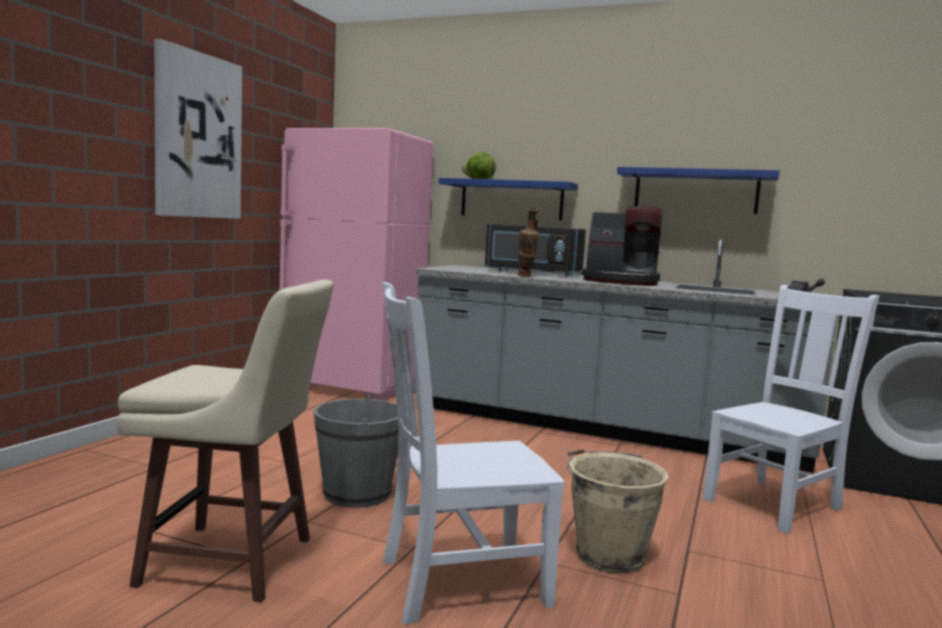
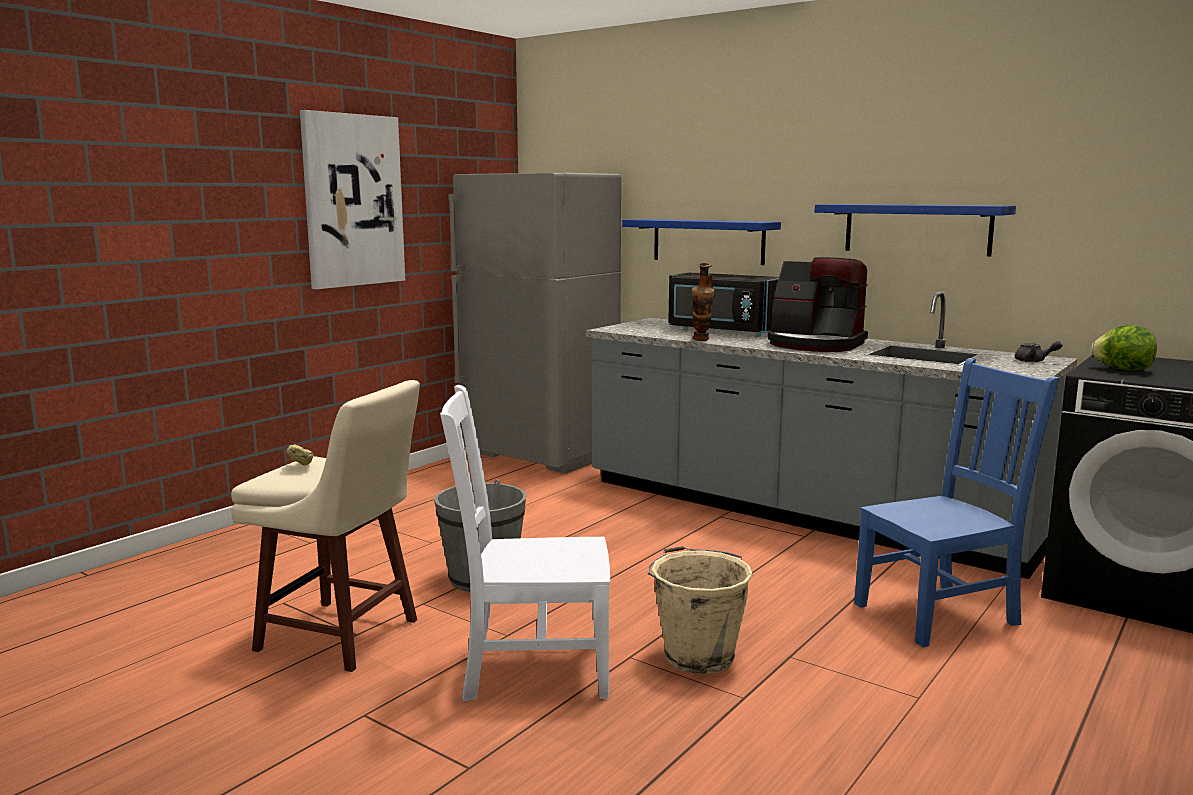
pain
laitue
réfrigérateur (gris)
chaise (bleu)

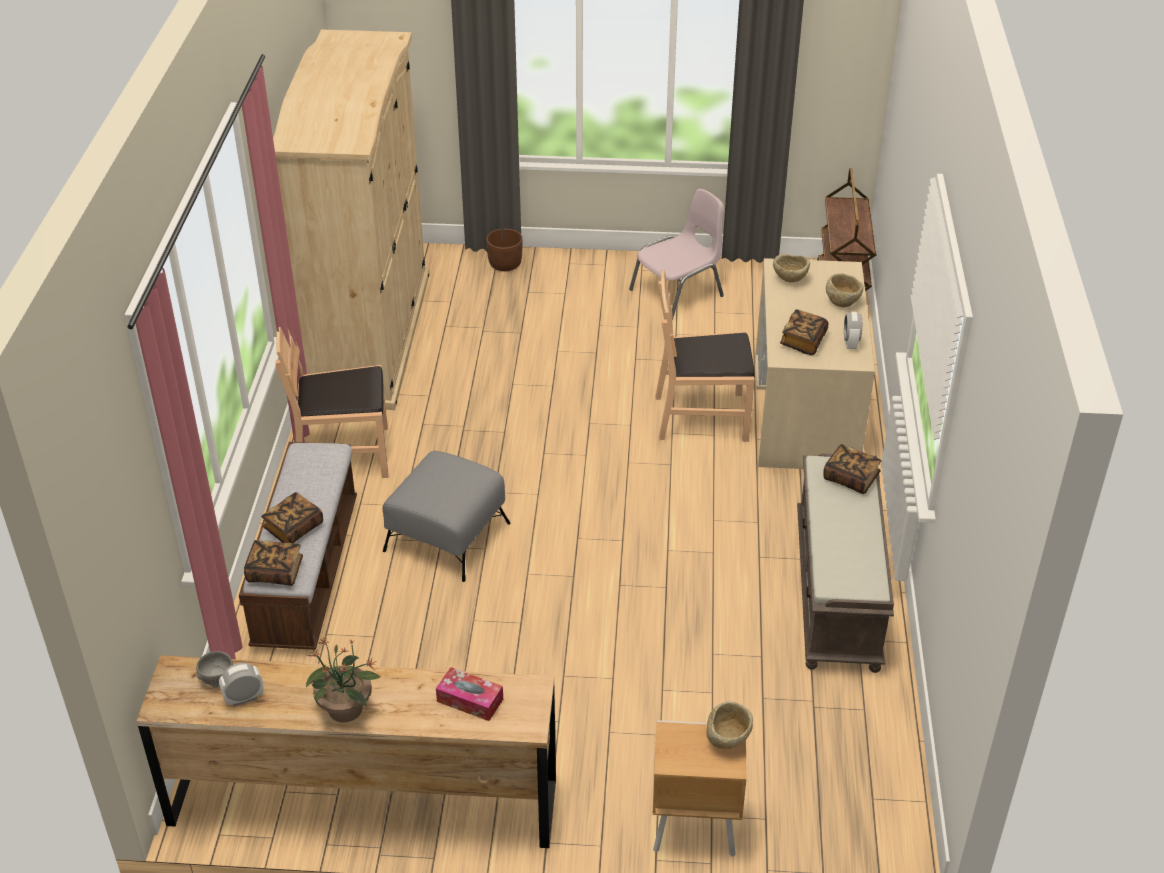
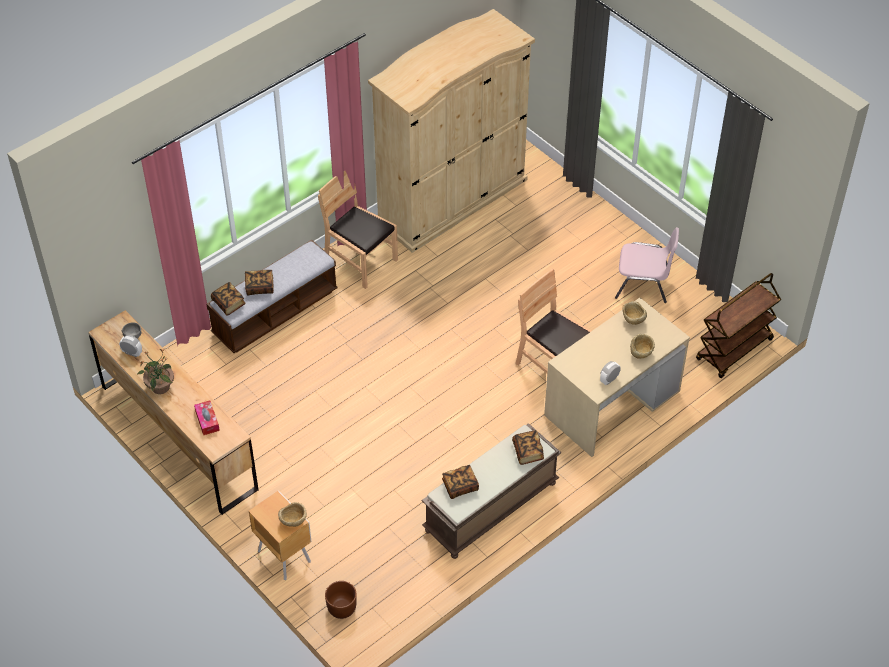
pouf (gris)
cache-pot (marron)
livre (no. 3 from left)

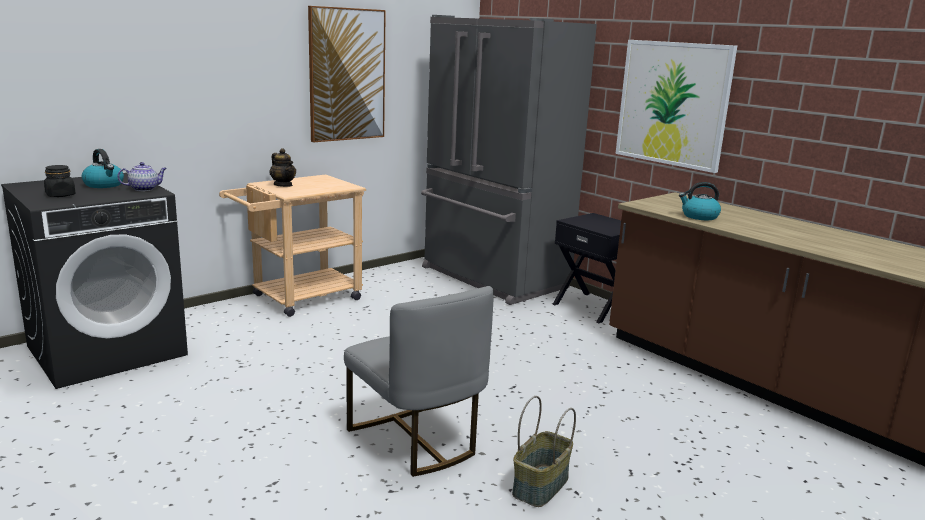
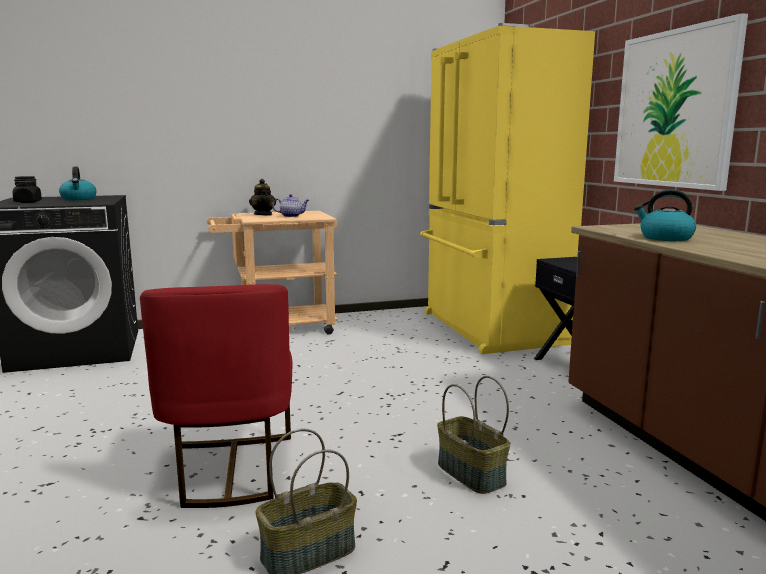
tableau (no. 1 from left in the first image)
panier (no. 2 from left)
théière (no. 2 from left)
chaise (rouge)
réfrigérateur (jaune)

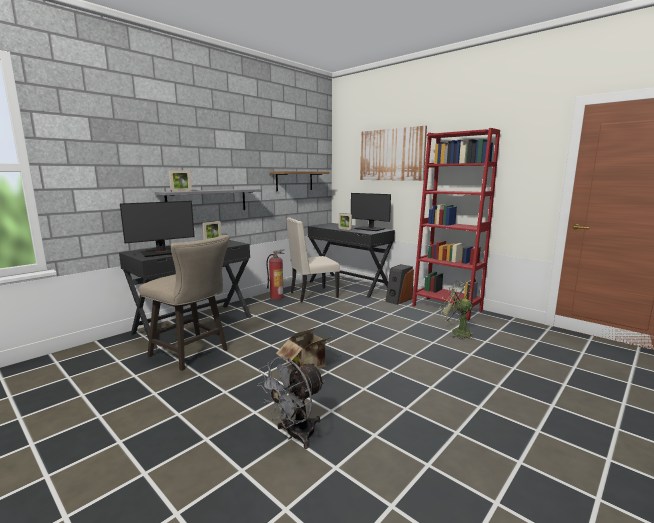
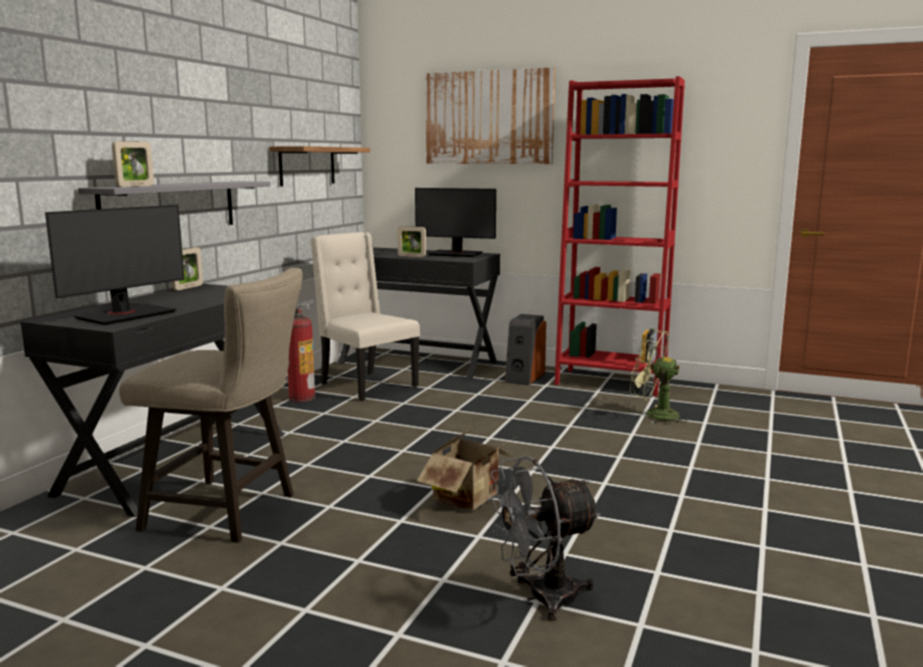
ventilateur (gris)
chaise (beige)

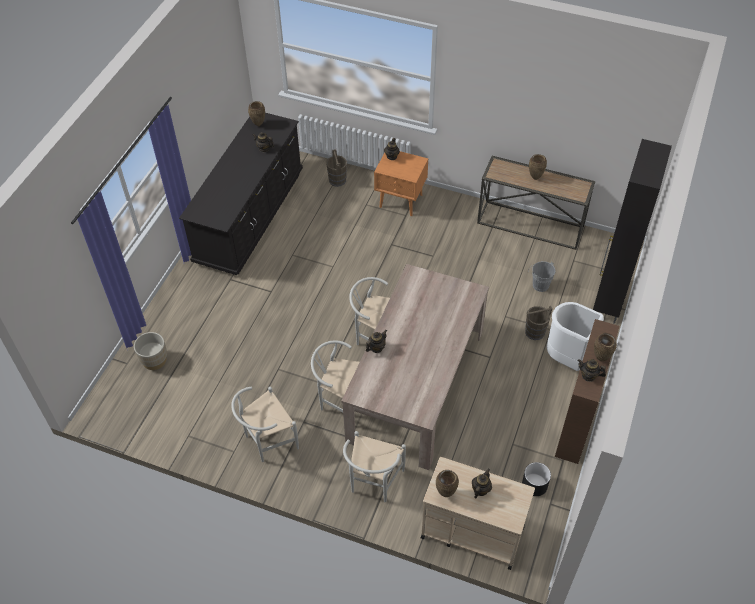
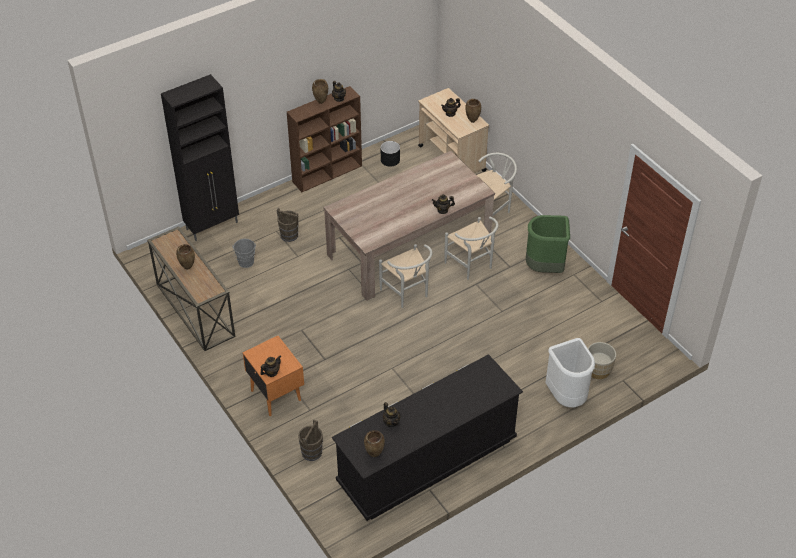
poubelle (blanc)
poubelle (vert)

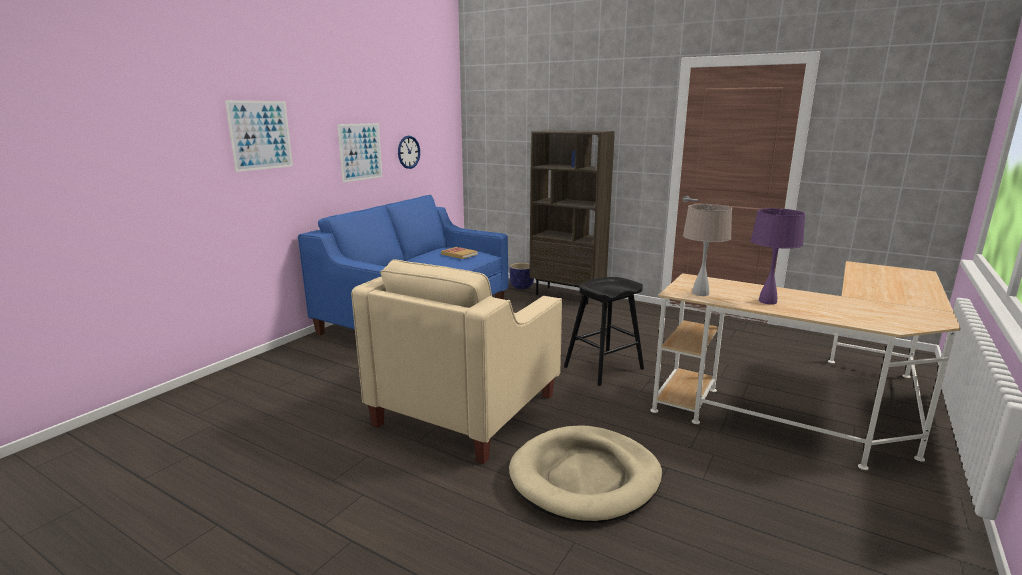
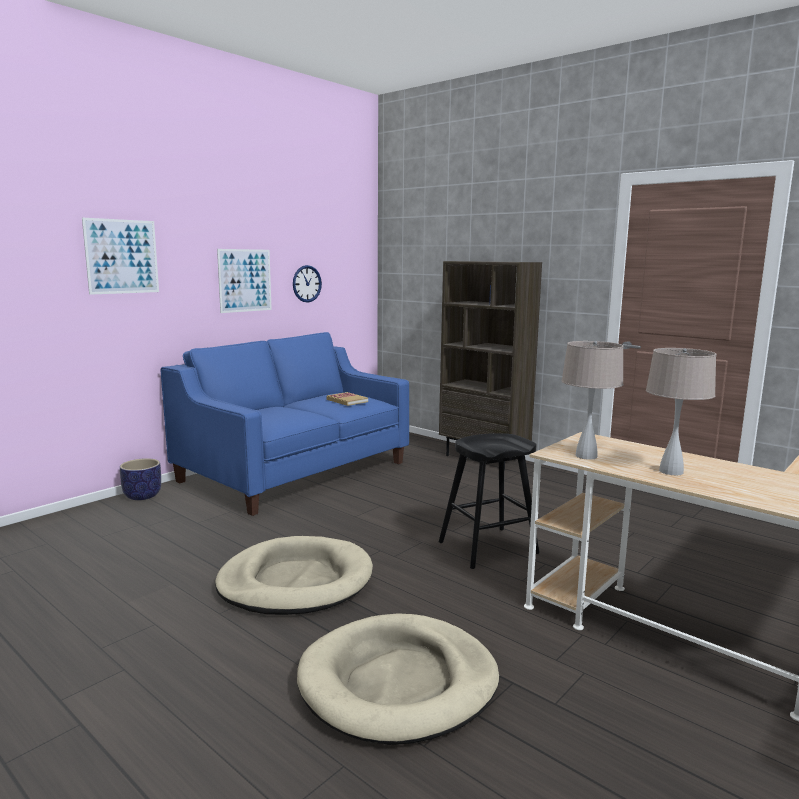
cache-pot
panier pour chien (beige) (no. 1 from left)
lampe de table (beige) (no. 2 from left)

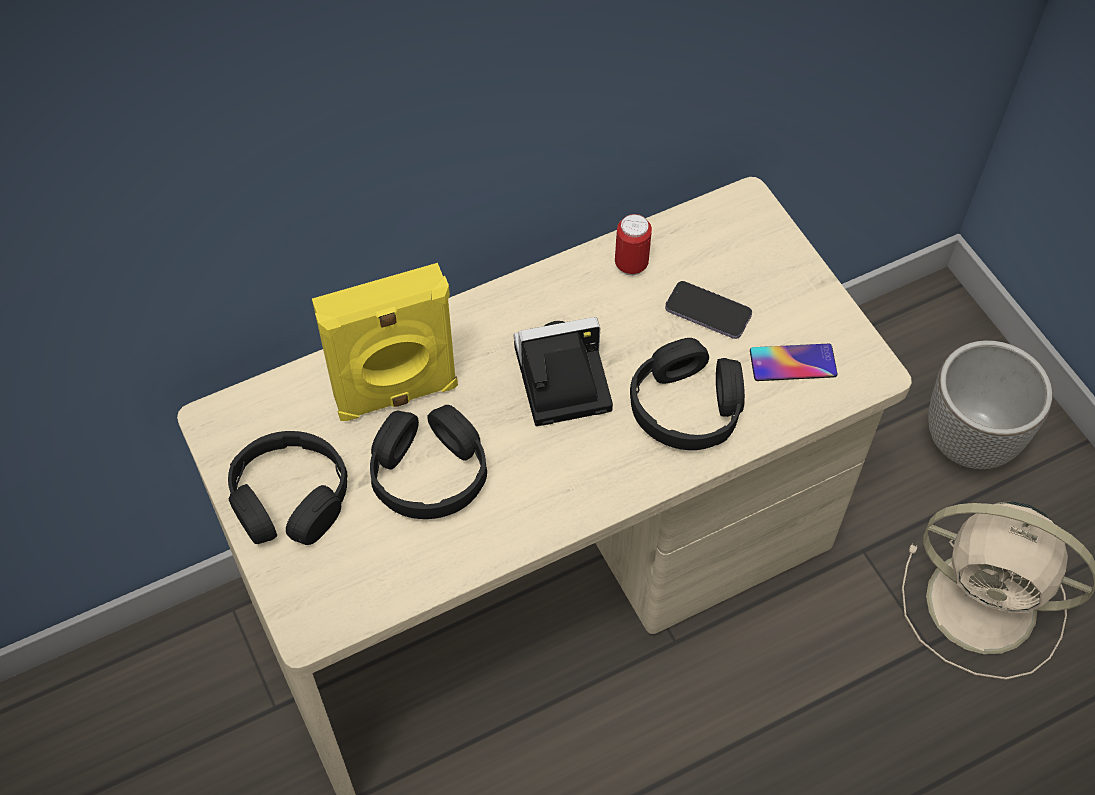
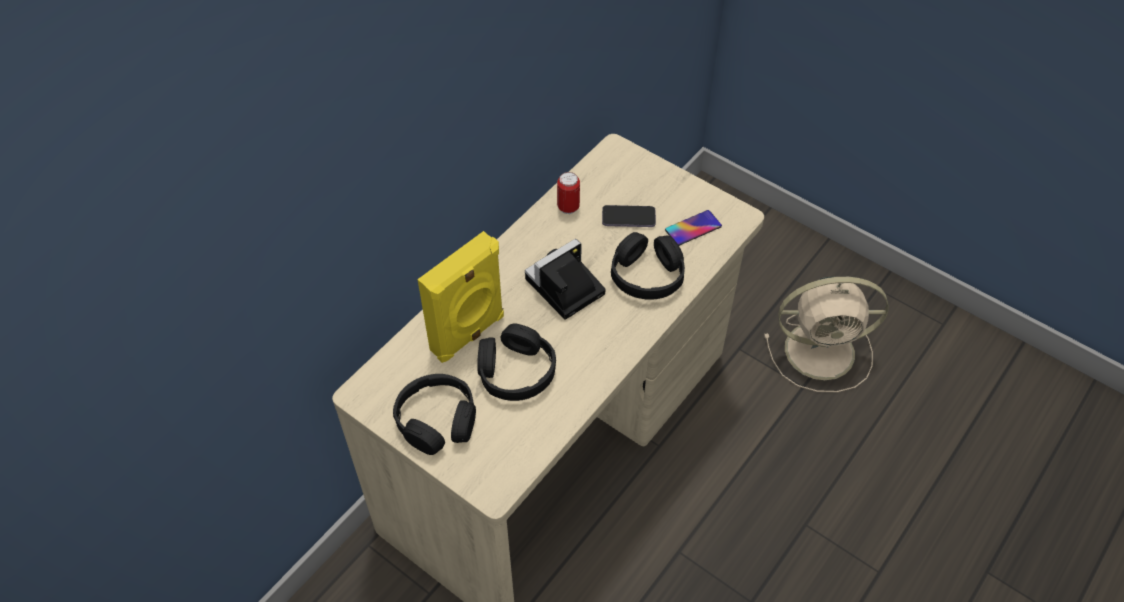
cache-pot

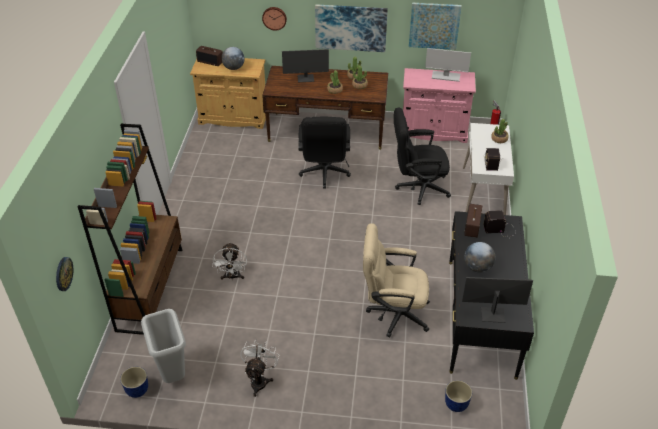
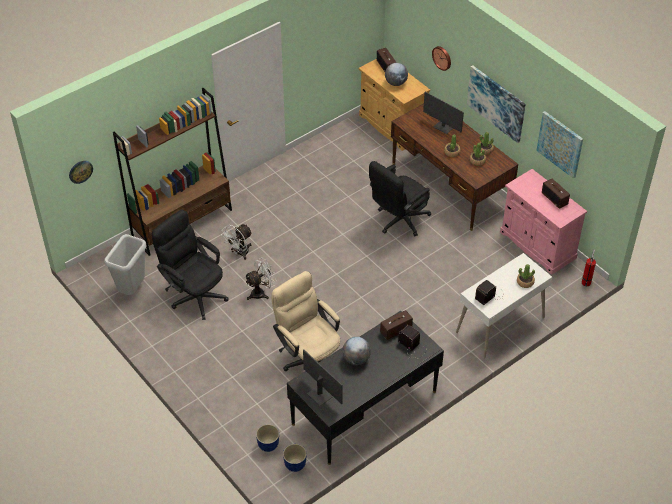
cache-pot (no. 2 from left)
ventilateur (blanc) (no. 2 from left)
chaise de bureau (noir) (no. 1 from left)
radio (no. 5 from left)

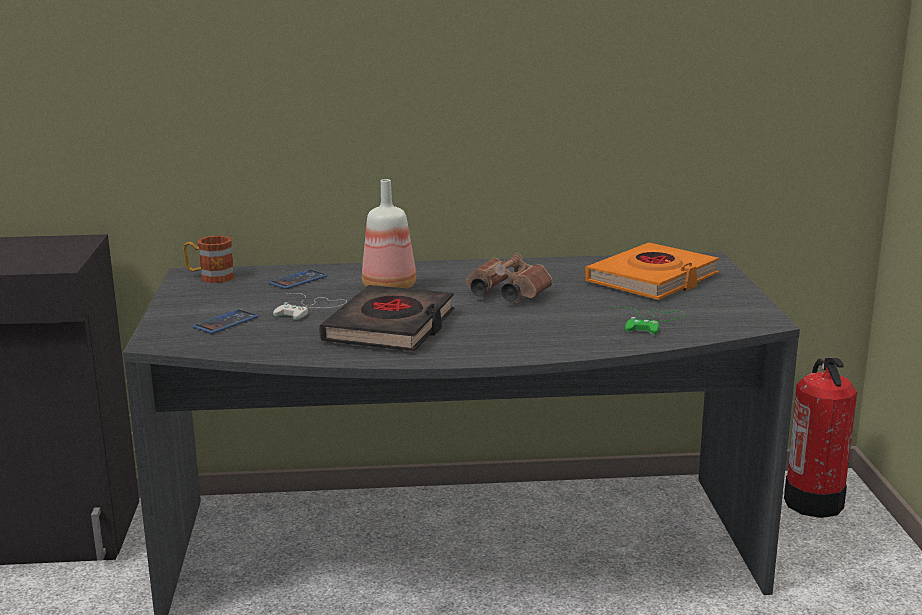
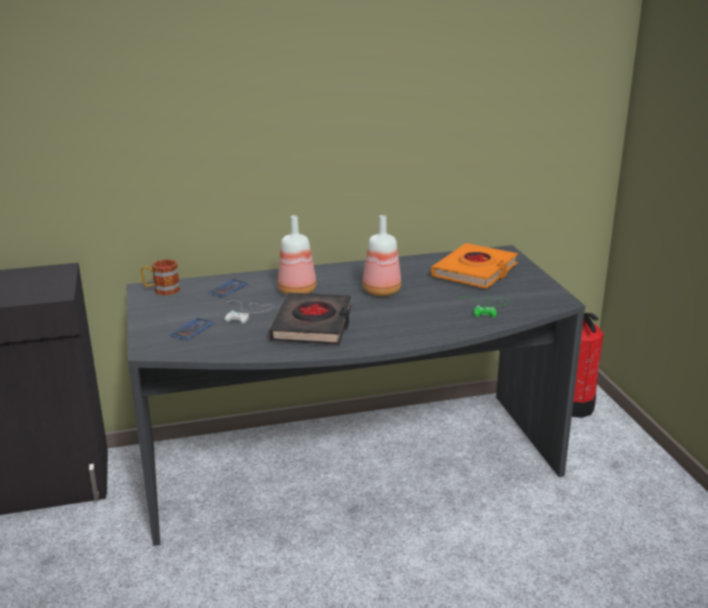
bouteille (no. 2 from left)

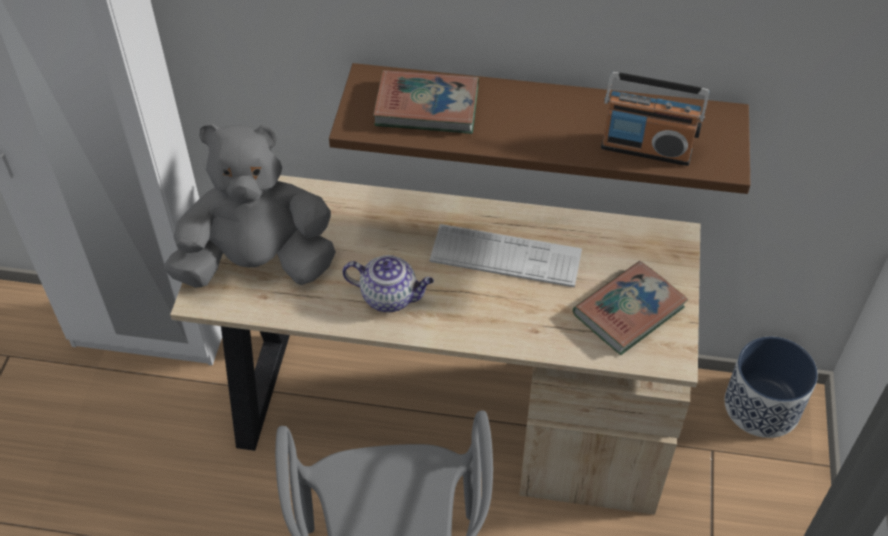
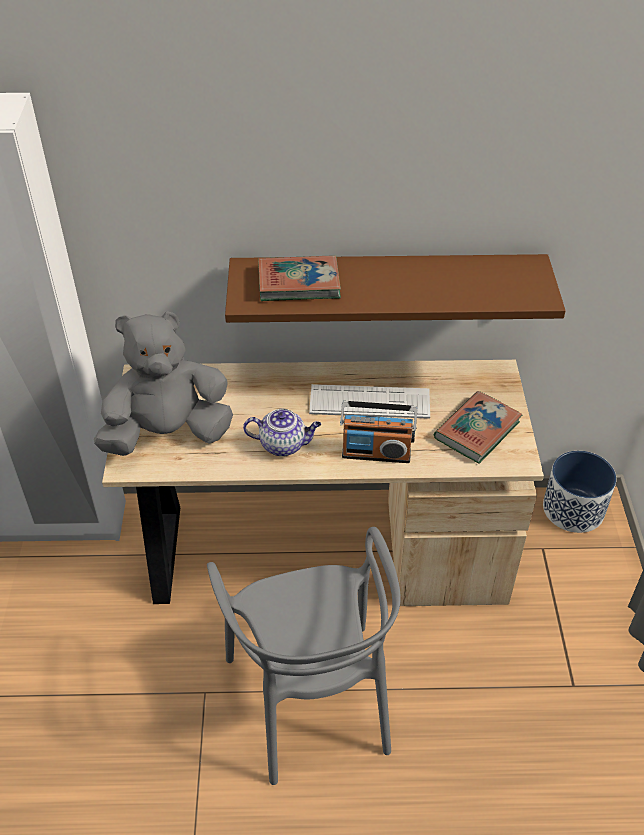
radio

